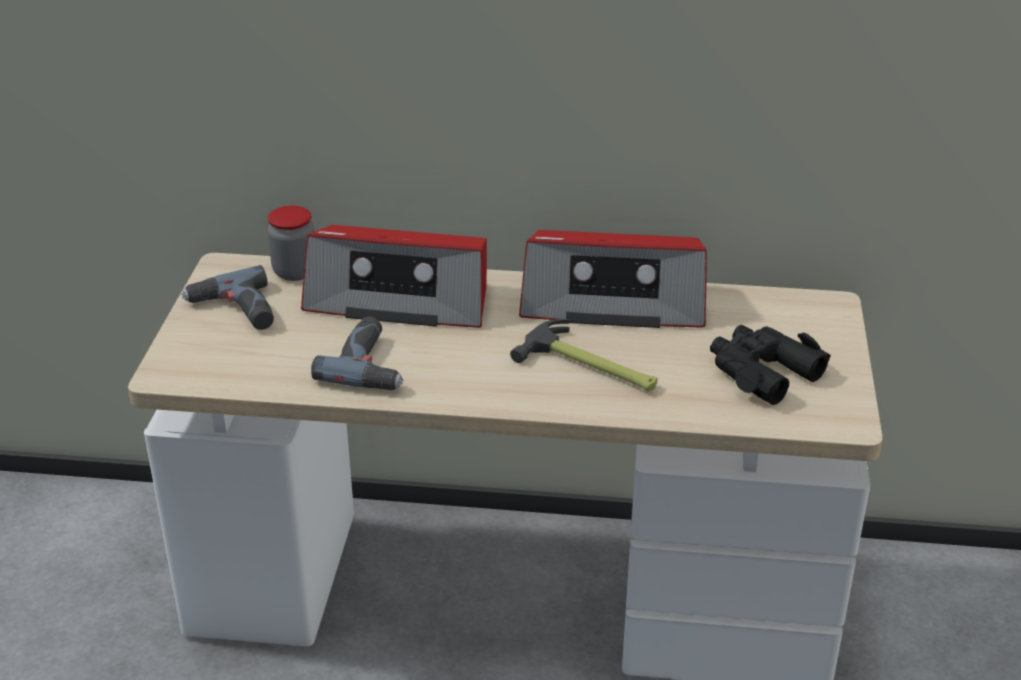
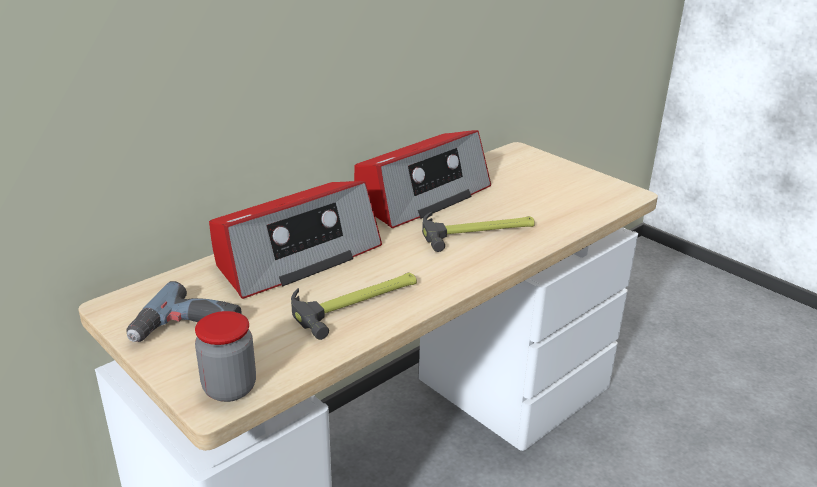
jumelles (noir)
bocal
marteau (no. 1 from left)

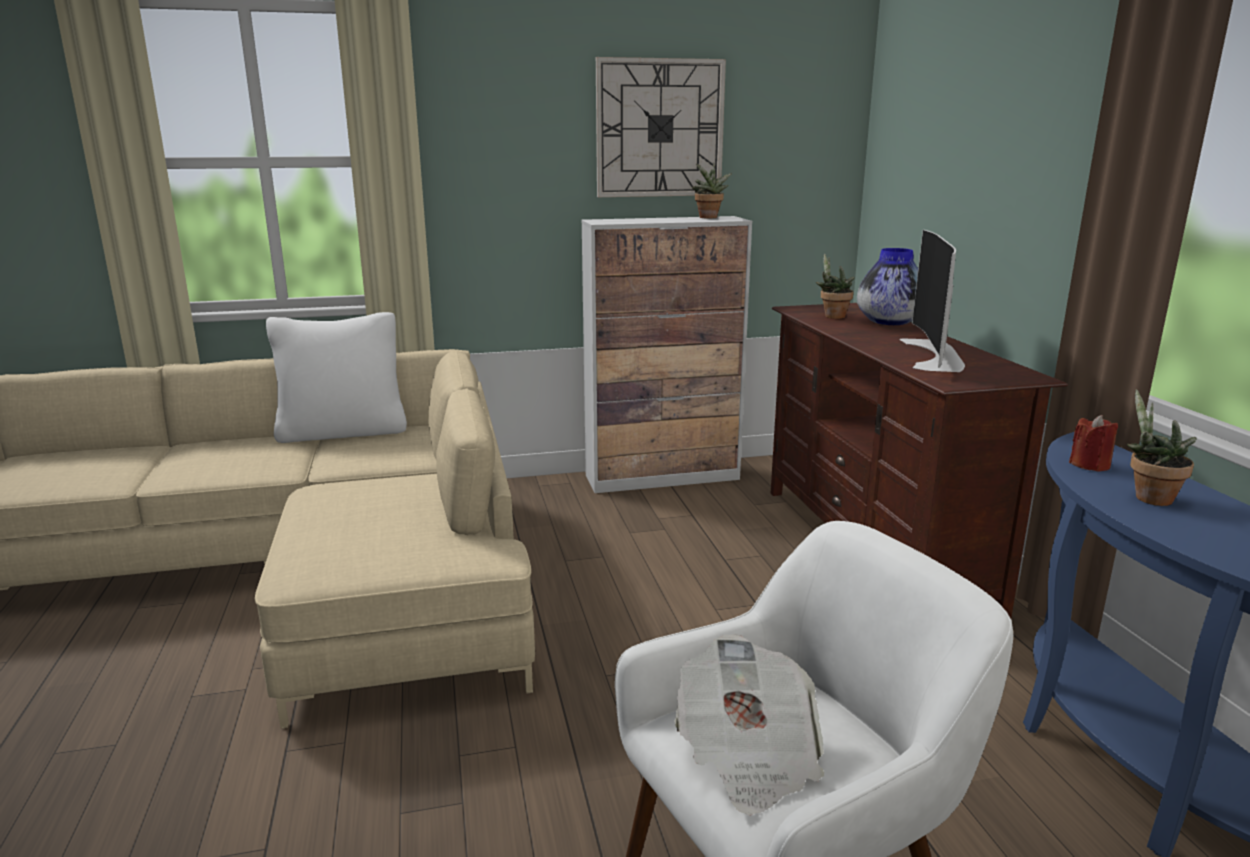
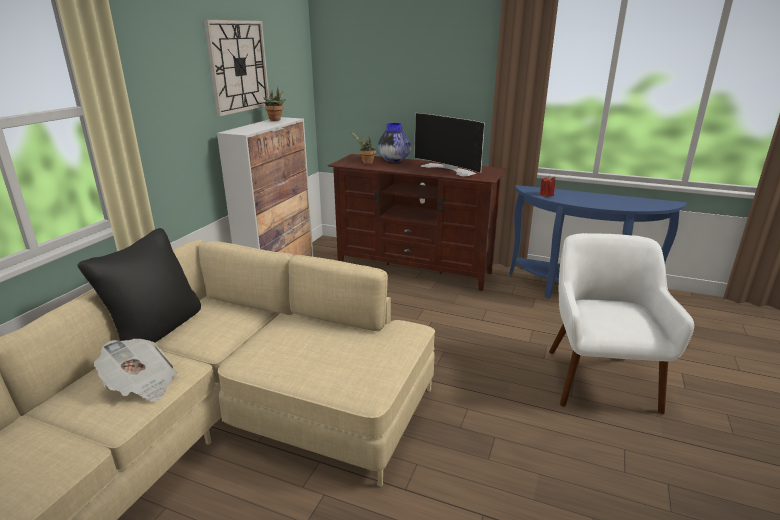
plante en pot (no. 3 from left in the first image)
journal
coussin (noir)

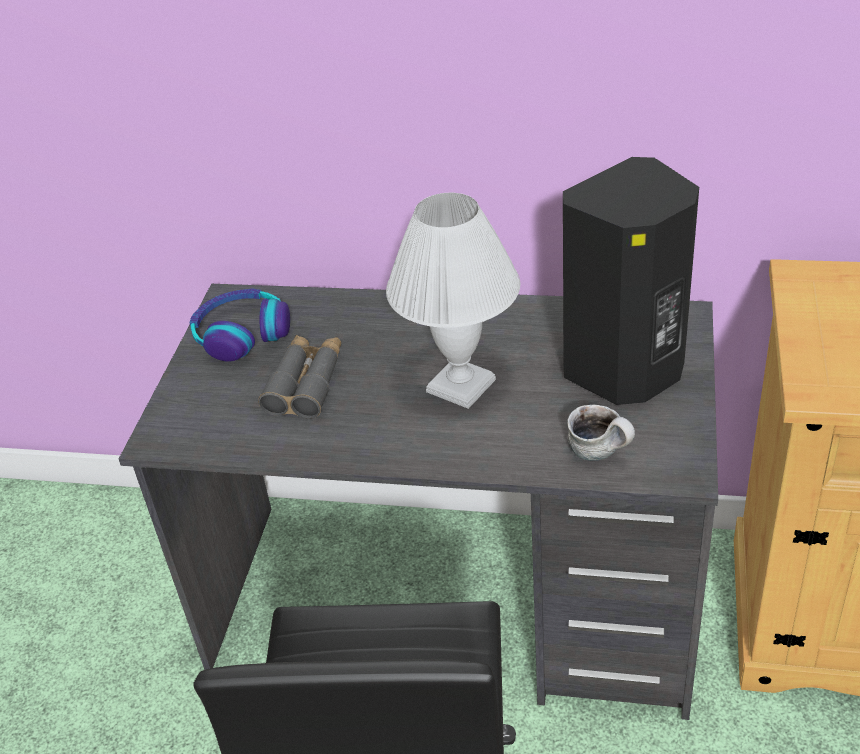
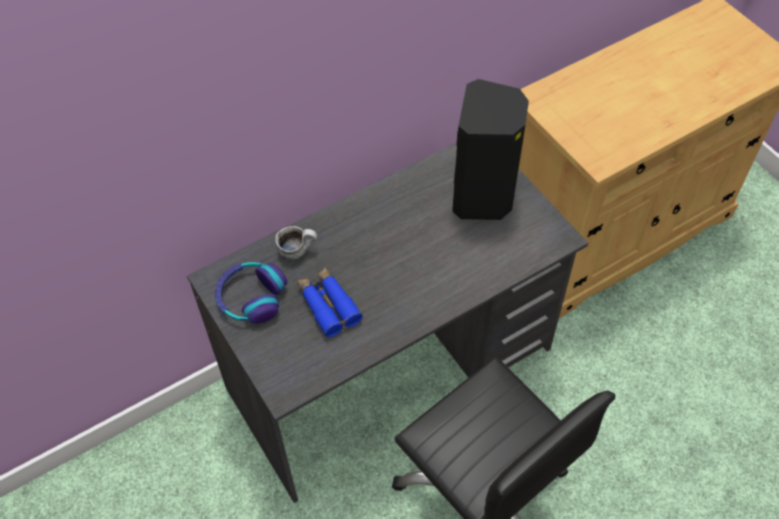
lampe de table (blanc)
mug
jumelles (bleu)

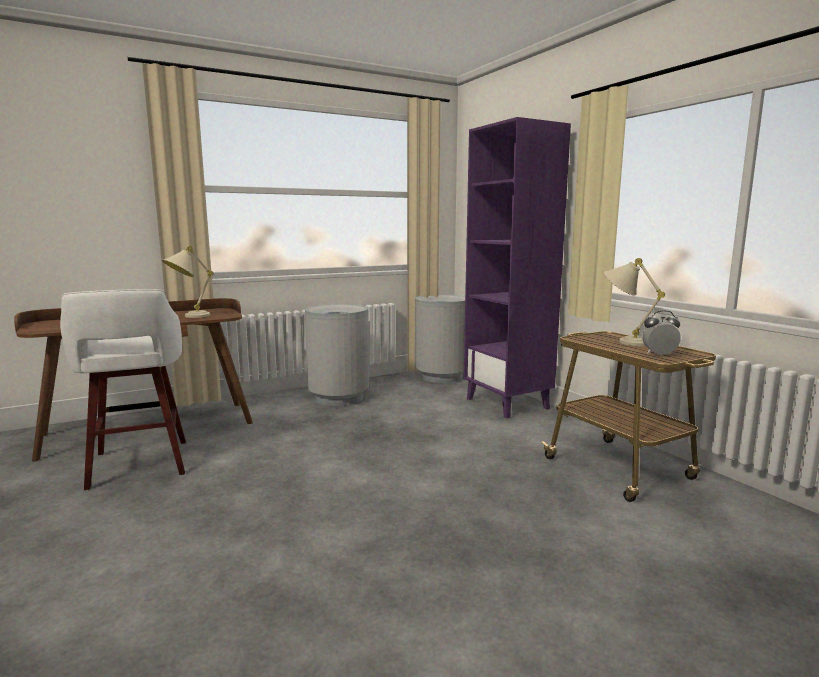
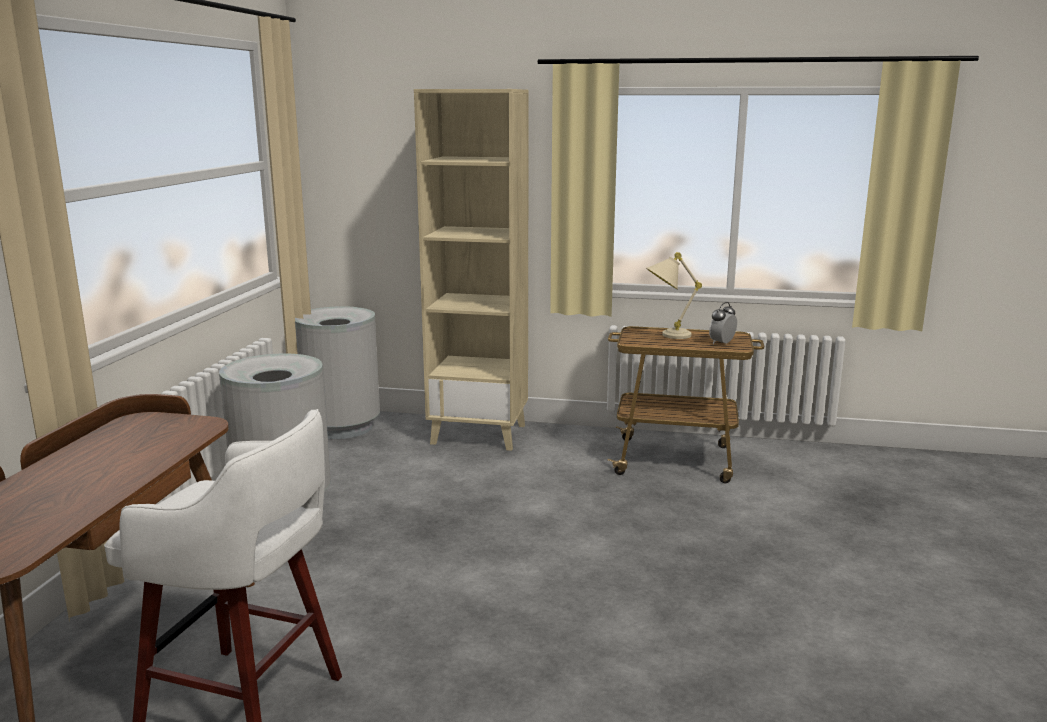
lampe de table (beige) (no. 1 from left in the first image)
bibliothèque (beige)

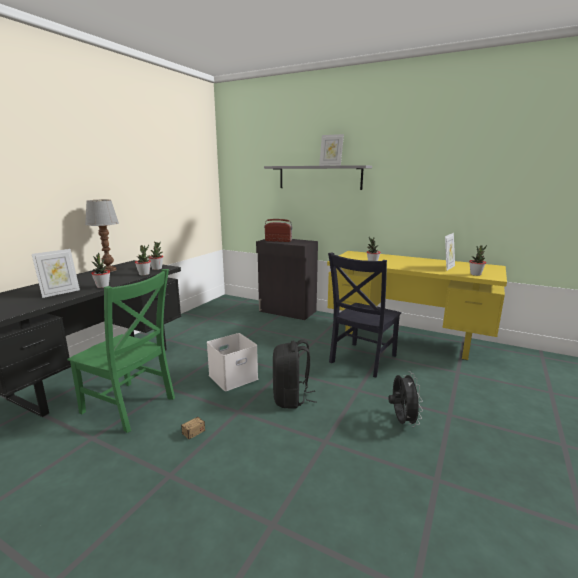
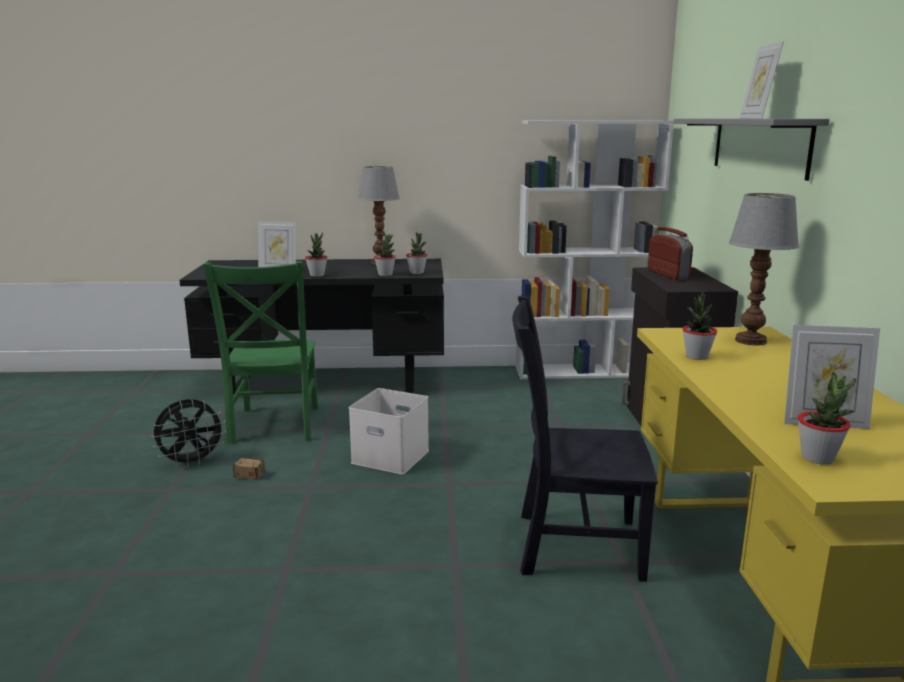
sac à dos (noir)
bibliothèque (blanc)
lampe de table (no. 2 from left)
ventilateur (noir)

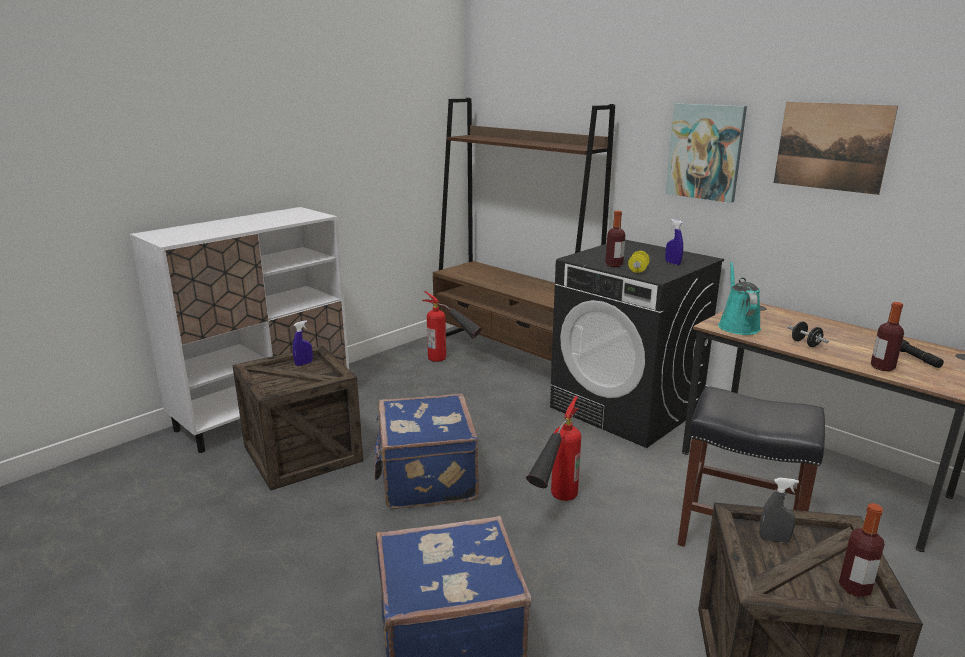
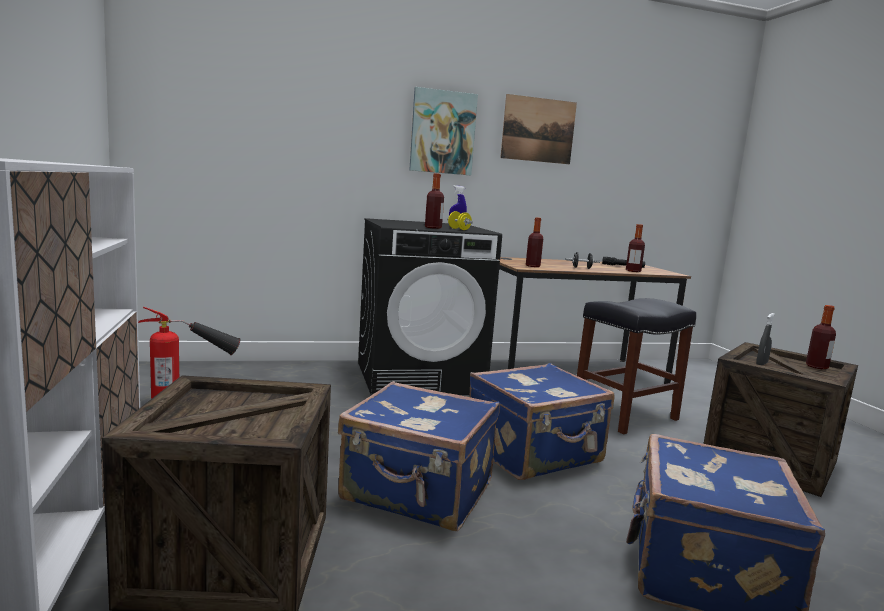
vaporisateur (bleu) (no. 1 from left in the first image)
bibliothèque (marron)
valise (bleu) (no. 2 from left)
bouteille (no. 2 from left)

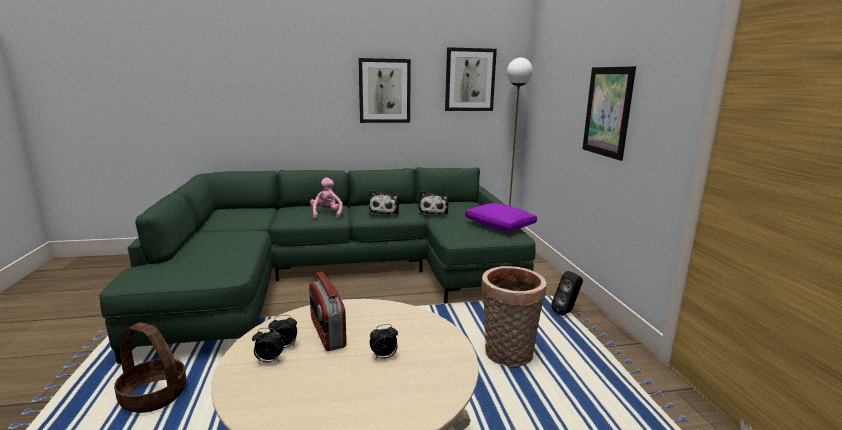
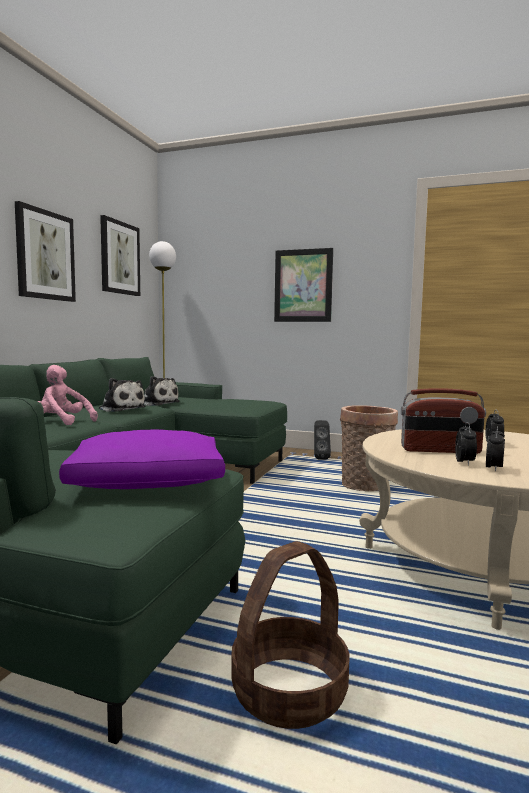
coussin (violet)

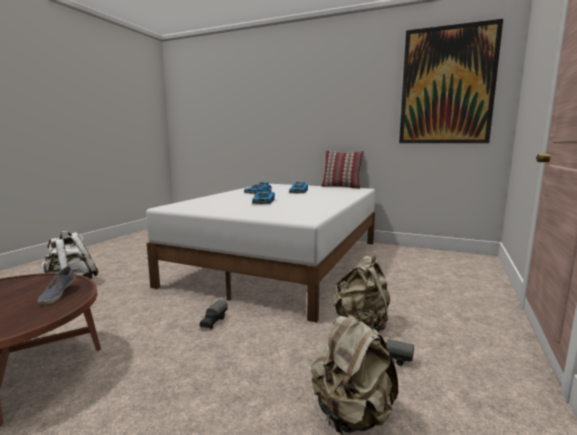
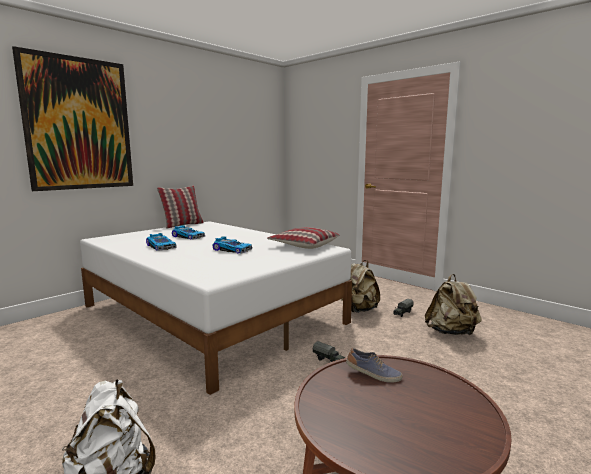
coussin (no. 2 from left)
tableau

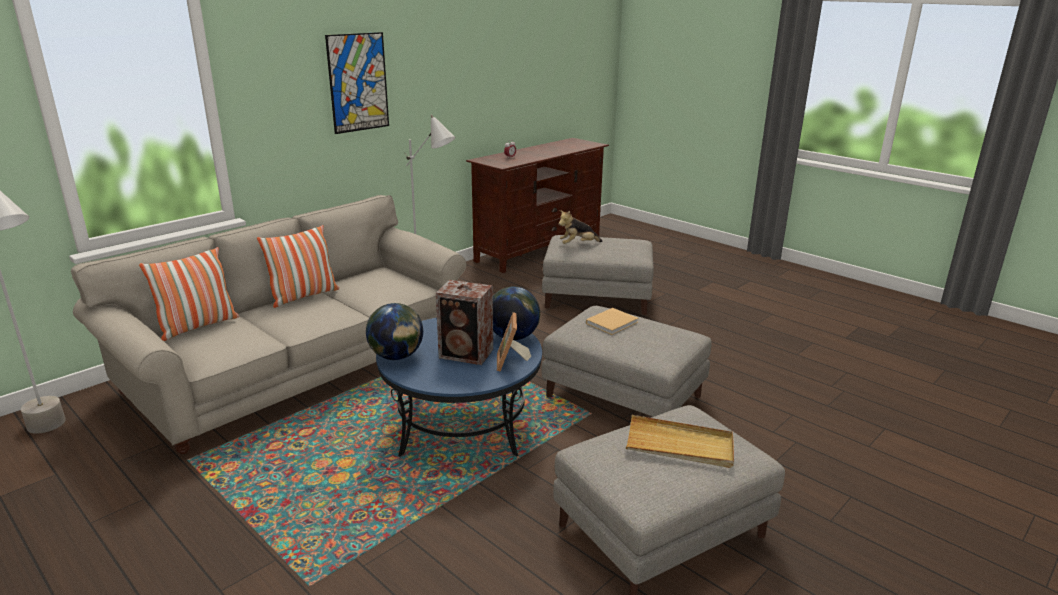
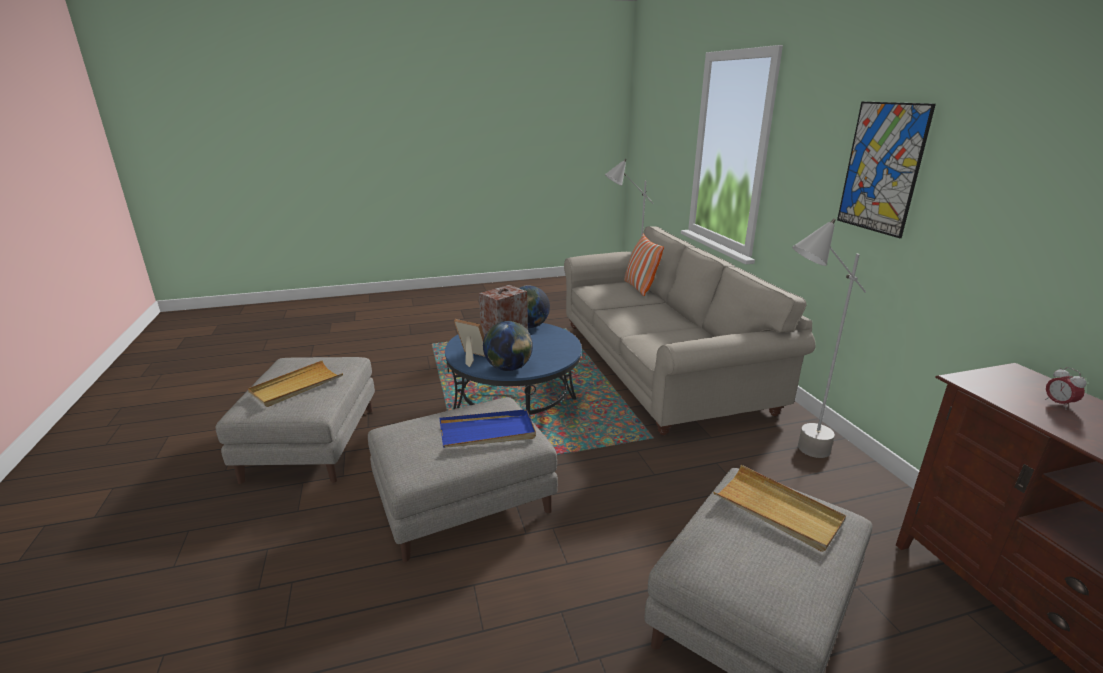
coussin (no. 2 from left in the first image)
plateau (beige) (no. 2 from left)
plateau (bleu)

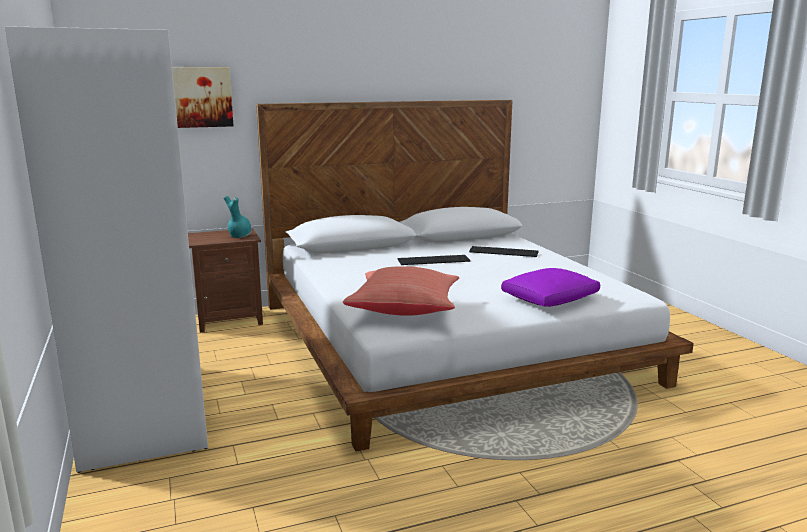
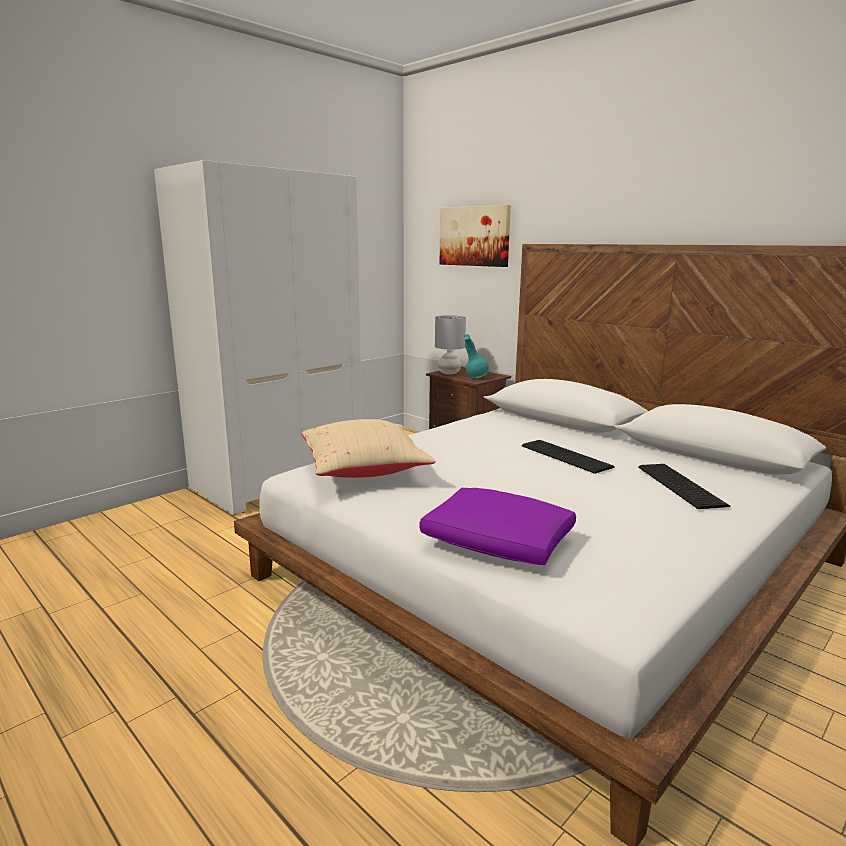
lampe de table (gris)
coussin (beige)

